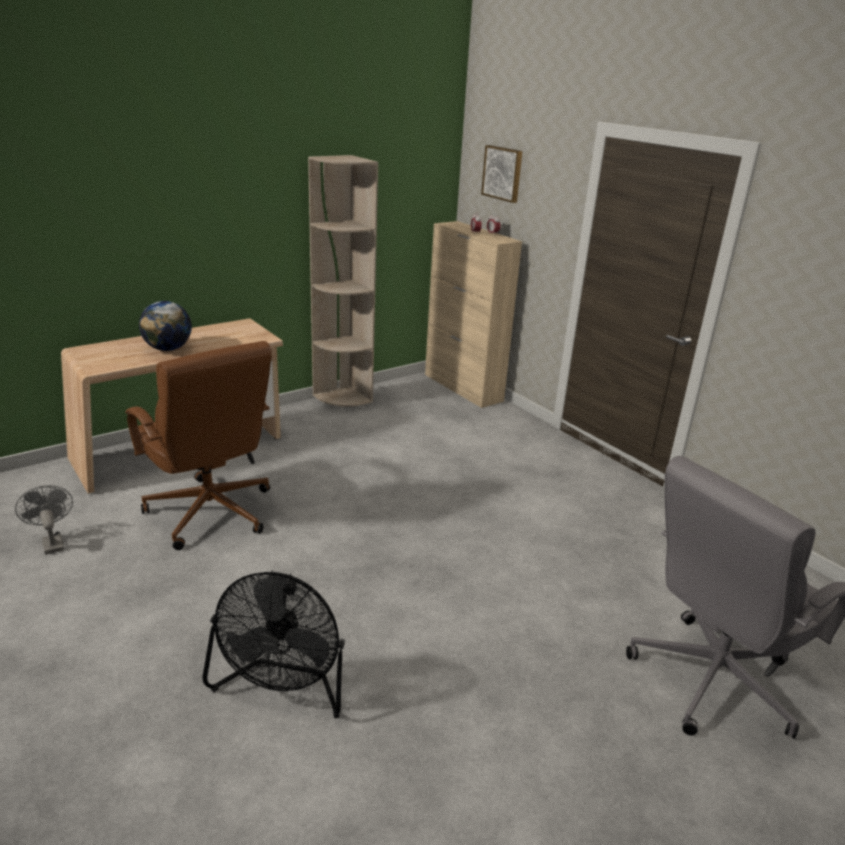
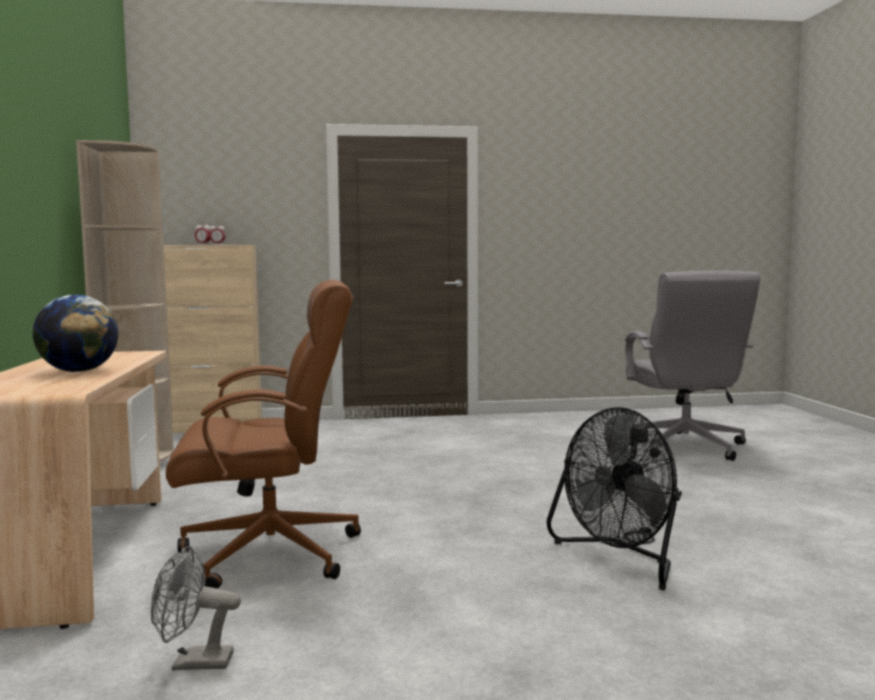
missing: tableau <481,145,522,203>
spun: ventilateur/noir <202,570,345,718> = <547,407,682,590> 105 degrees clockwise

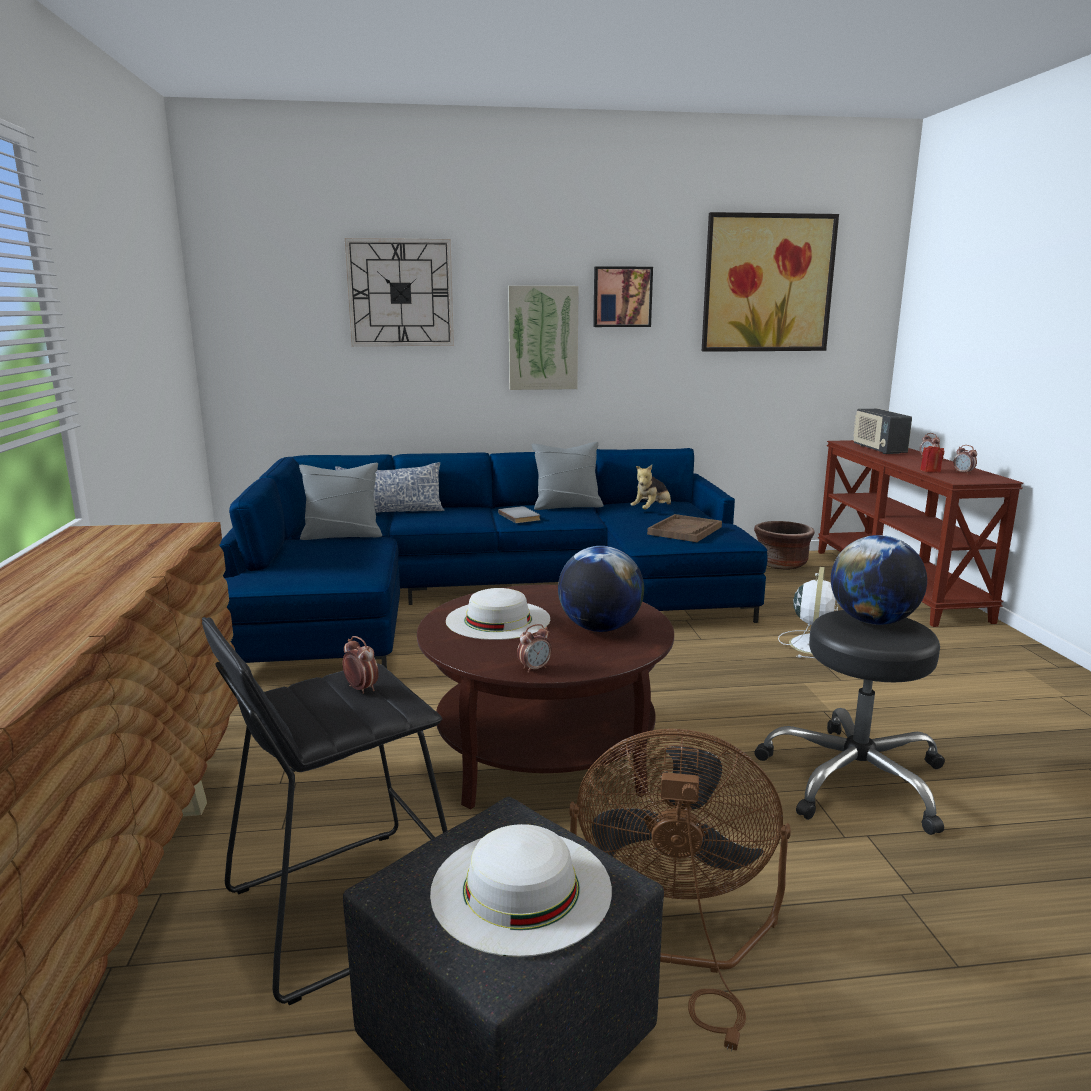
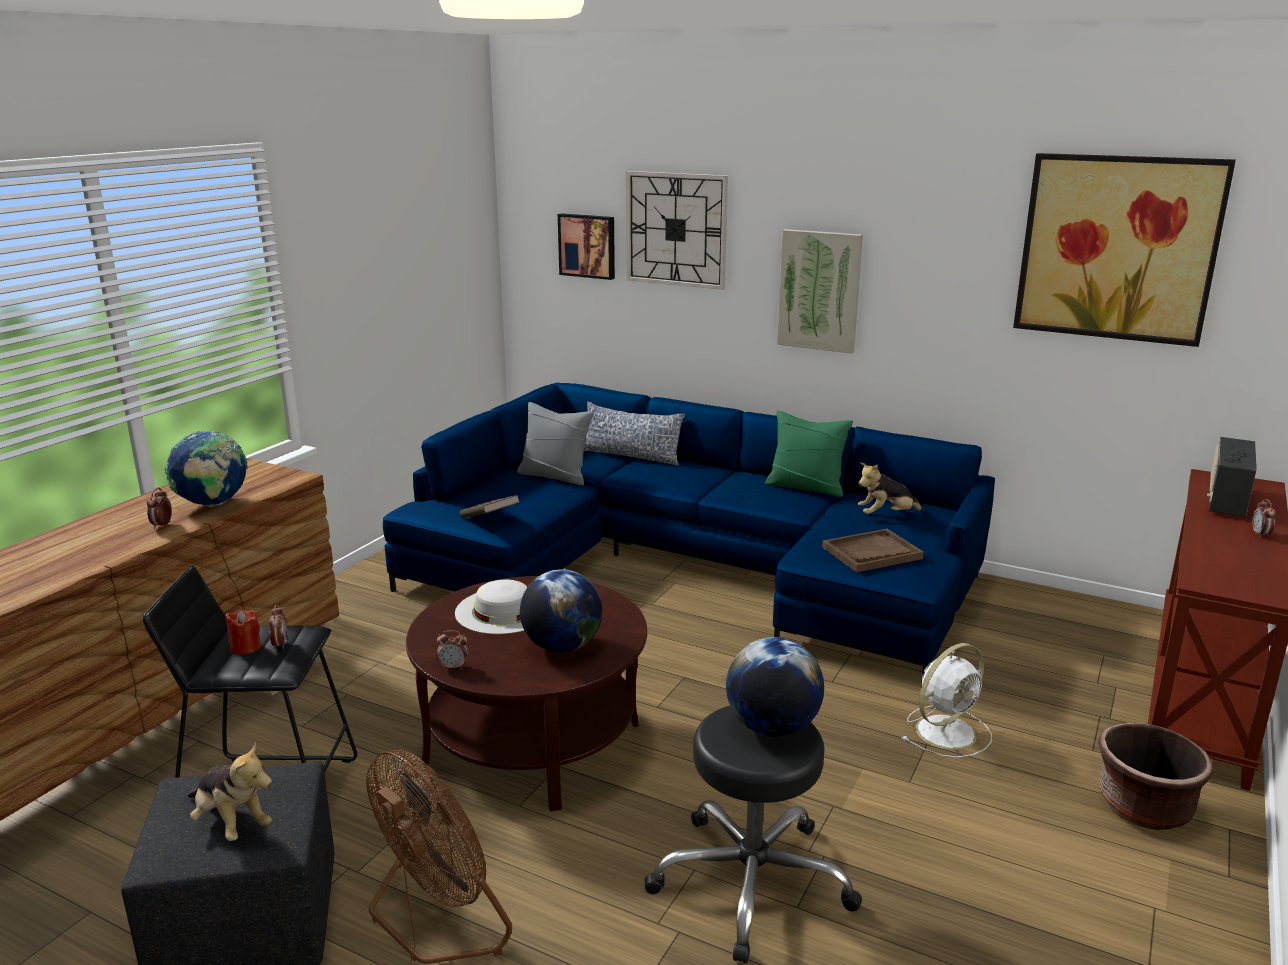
missing: livre/gris <498,506,540,523>
appeared: globe <165,431,248,507>; livre/marron <460,495,520,518>
relocated: tableau <593,266,653,327> to <558,213,615,280>; bougie/rouge <920,443,945,473> to <226,610,261,655>; réveil <954,445,977,474> to <147,487,172,529>; cache-pot/marron <754,521,815,569> to <1098,723,1213,830>
exchanged: chapeau/blanc <430,824,612,957> to peluche <187,741,272,841>
colour: coussin/gris <532,442,604,510> to coussin/vert <765,411,853,497>

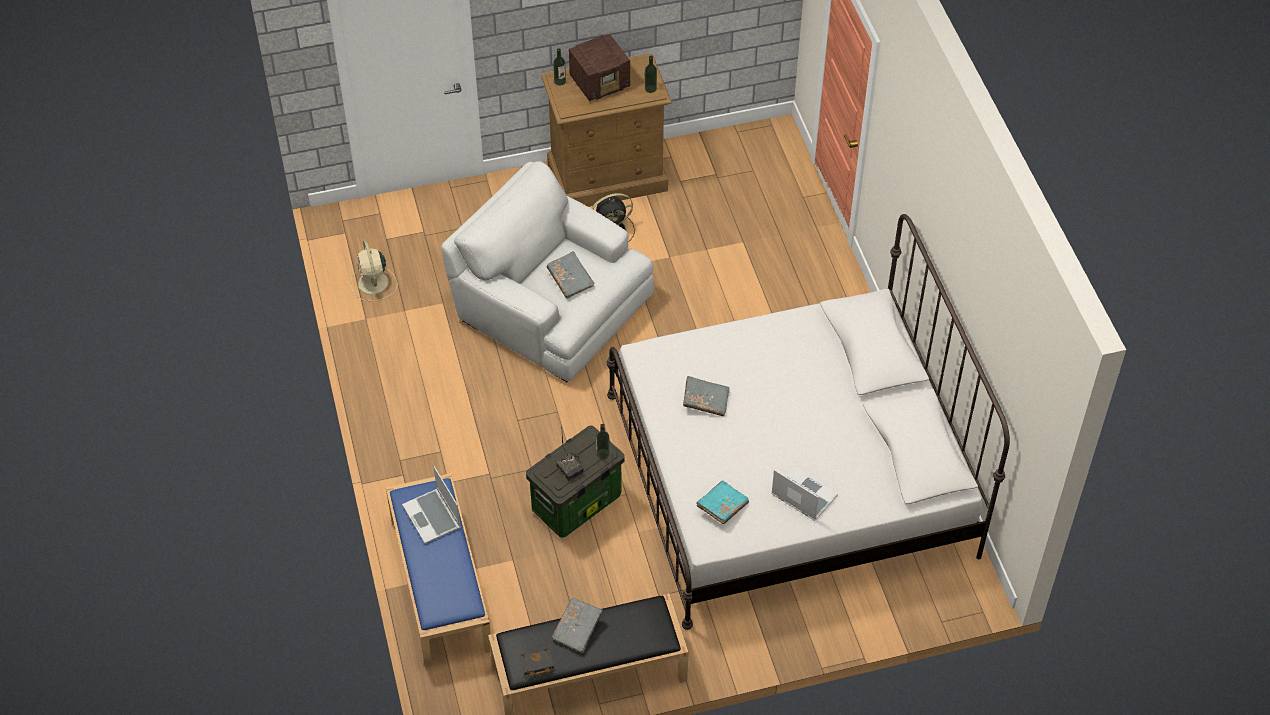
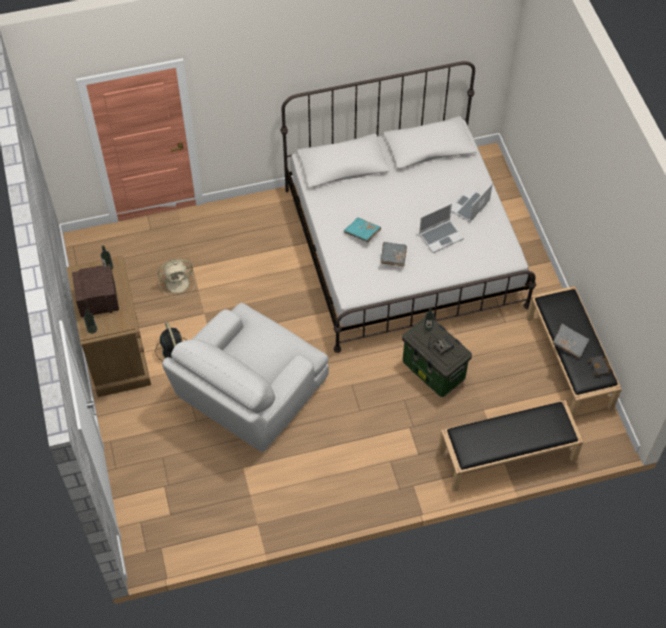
missing: livre/gris <547,251,595,298>
relocated: ventilateur/beige <351,240,398,301> to <158,259,195,297>; ordinateur portable <402,467,461,544> to <419,203,464,253>; livre/turquoise <697,481,749,524> to <344,218,381,242>
colour: banc/bleu <386,473,491,667> to banc/noir <438,400,583,492>
spun: radio <569,34,630,101> = <72,266,119,317> 75 degrees counterclockwise

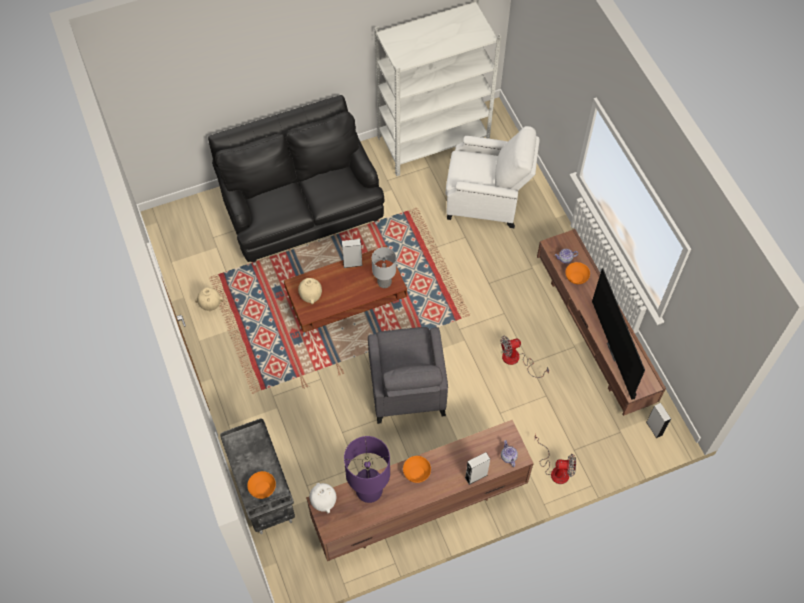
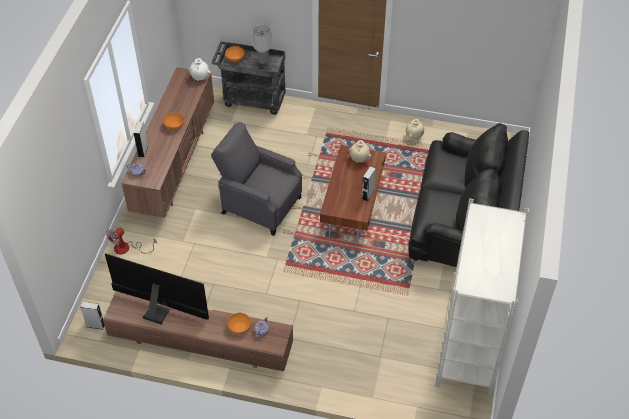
missing: fauteuil/blanc <445,126,540,228>; ventilateur <501,336,549,378>; lampe de table/violet <344,436,390,503>
relocated: lampe de table/gris <372,247,396,288> to <252,25,272,64>

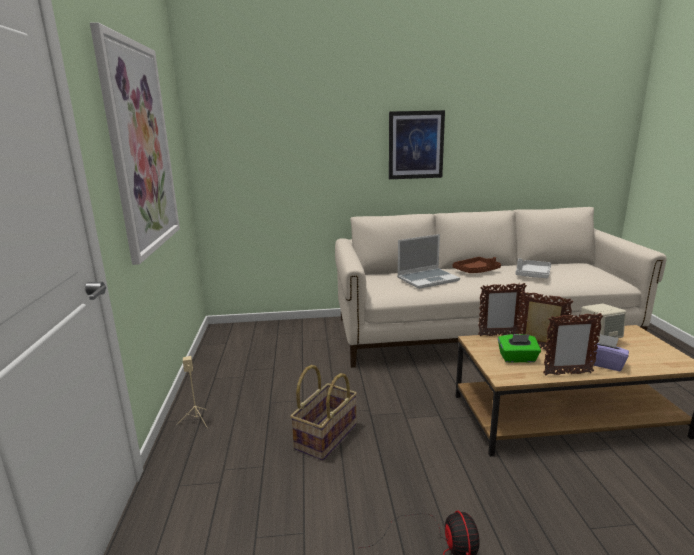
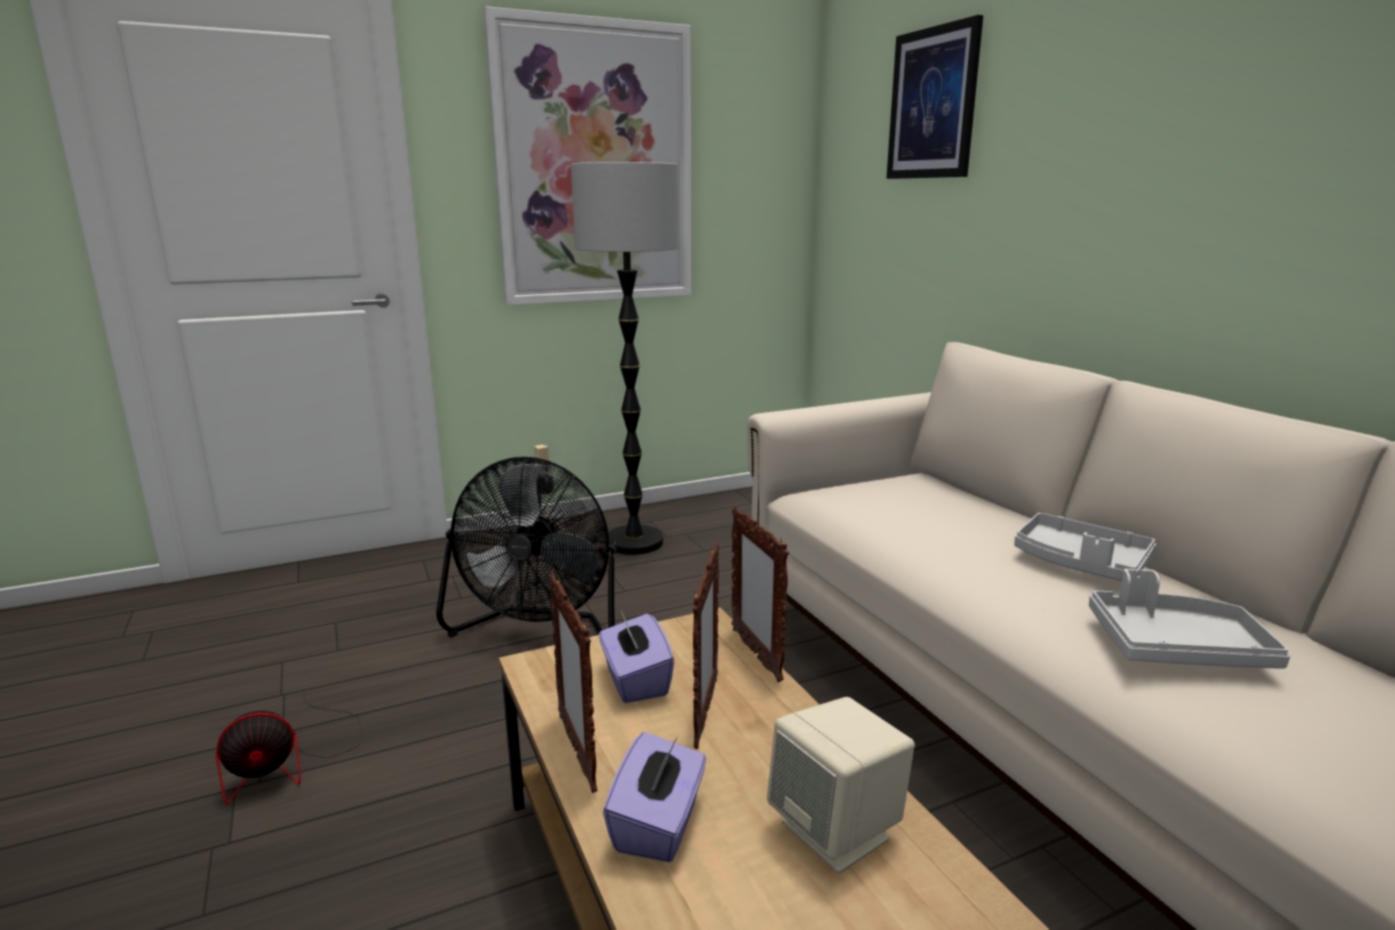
missing: ordinateur portable <397,234,460,289>
appeared: lampadaire <571,162,678,555>
relocated: tableau <389,110,445,179> to <886,15,983,179>
exchanged: panier <290,365,357,461> to ventilateur/noir <436,457,617,638>
colour: plateau/marron <453,257,501,273> to plateau/gris <1014,513,1156,581>; boîte à mouchoirs/vert <498,334,541,363> to boîte à mouchoirs/violet <599,610,674,703>

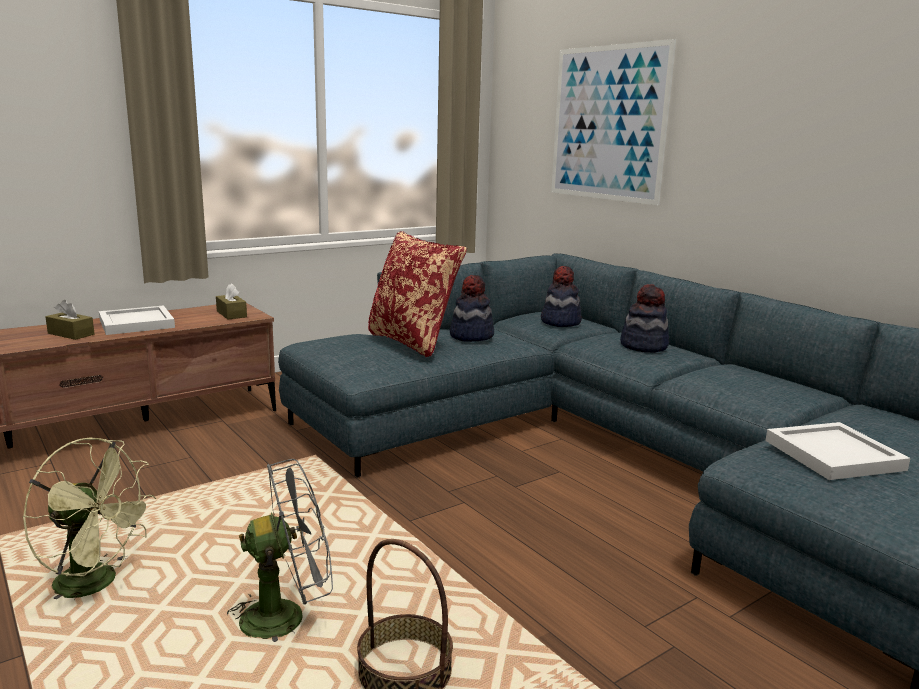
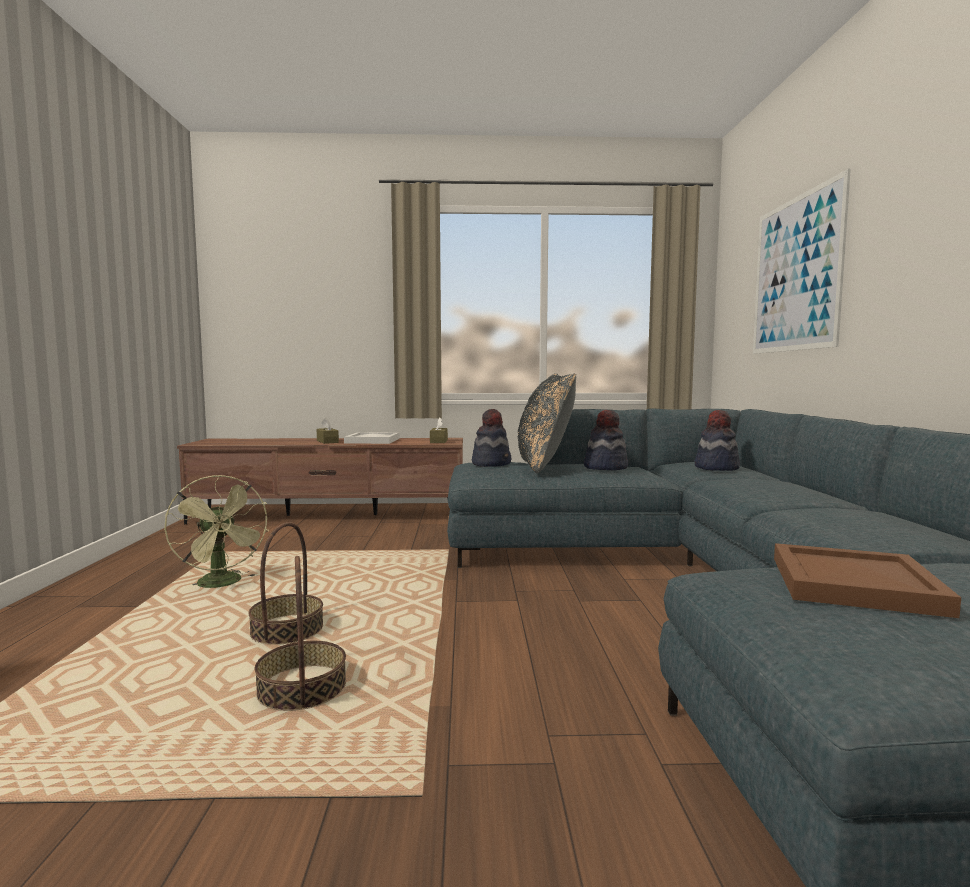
relocated: chapeau <620,284,669,353> to <472,409,511,467>
exchanged: ventilateur/gris <227,459,333,642> to panier <248,522,323,645>
colour: coussin/rouge <368,231,467,358> to coussin/gris <518,373,576,474>; plateau/blanc <765,422,911,480> to plateau/marron <774,543,961,618>

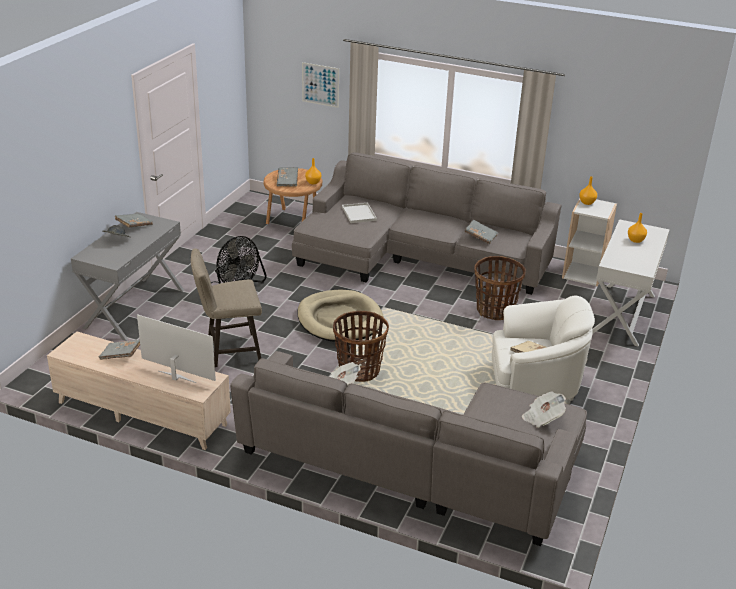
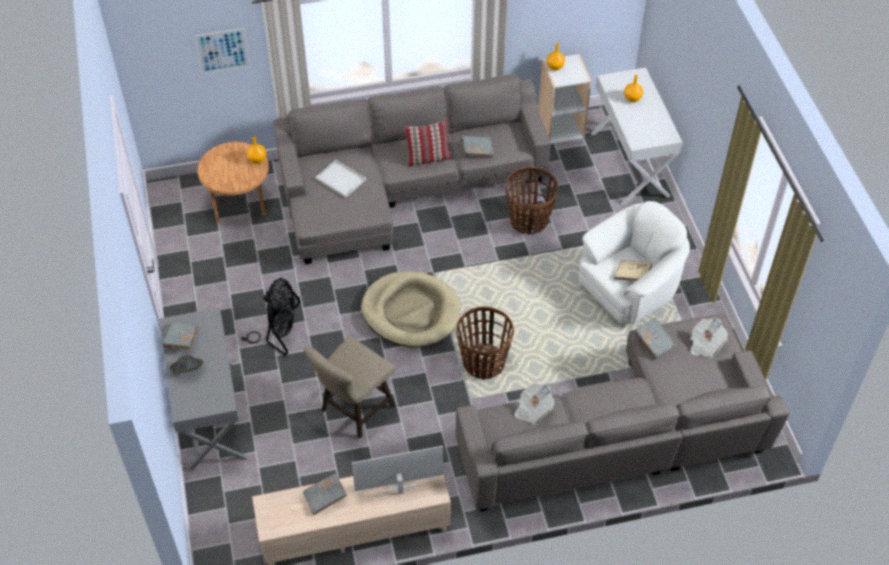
appeared: coussin <404,120,452,167>
relocated: livre/gris <276,167,298,187> to <635,318,677,359>

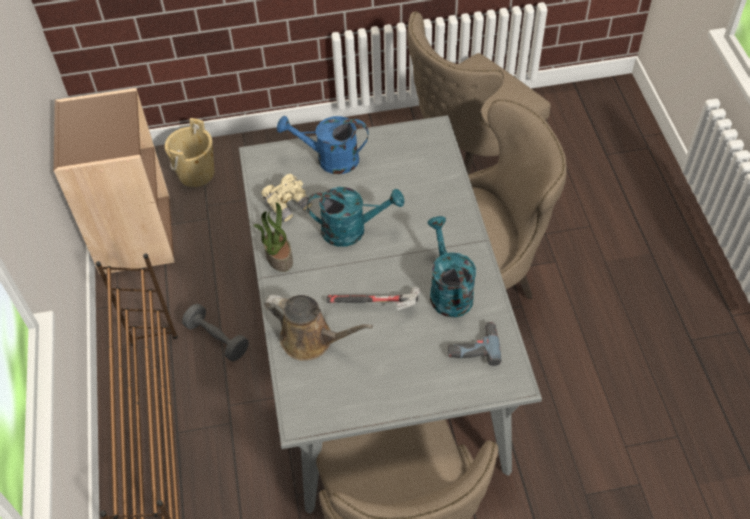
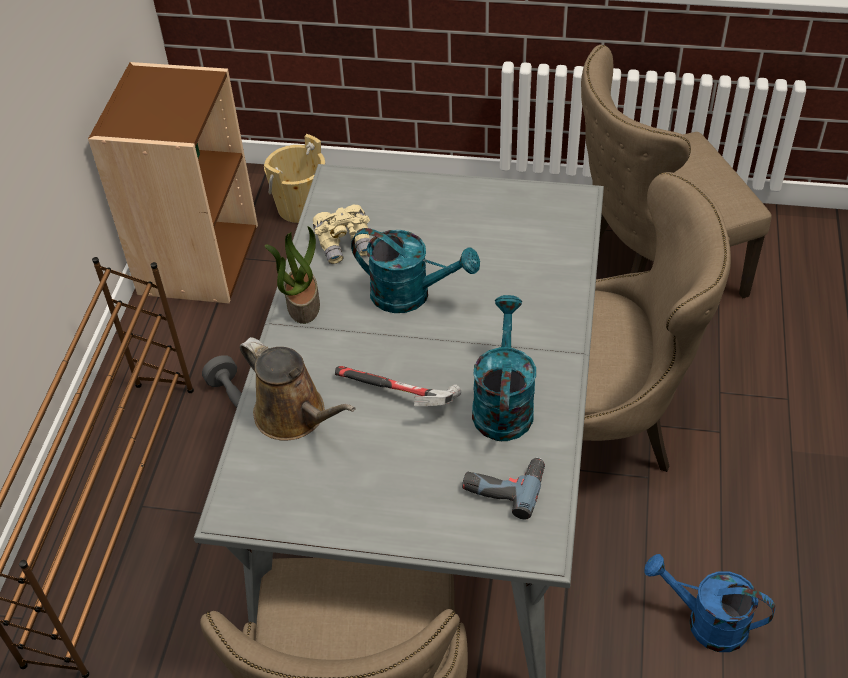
relocated: arrosoir/bleu <277,116,369,174> to <644,554,775,652>

